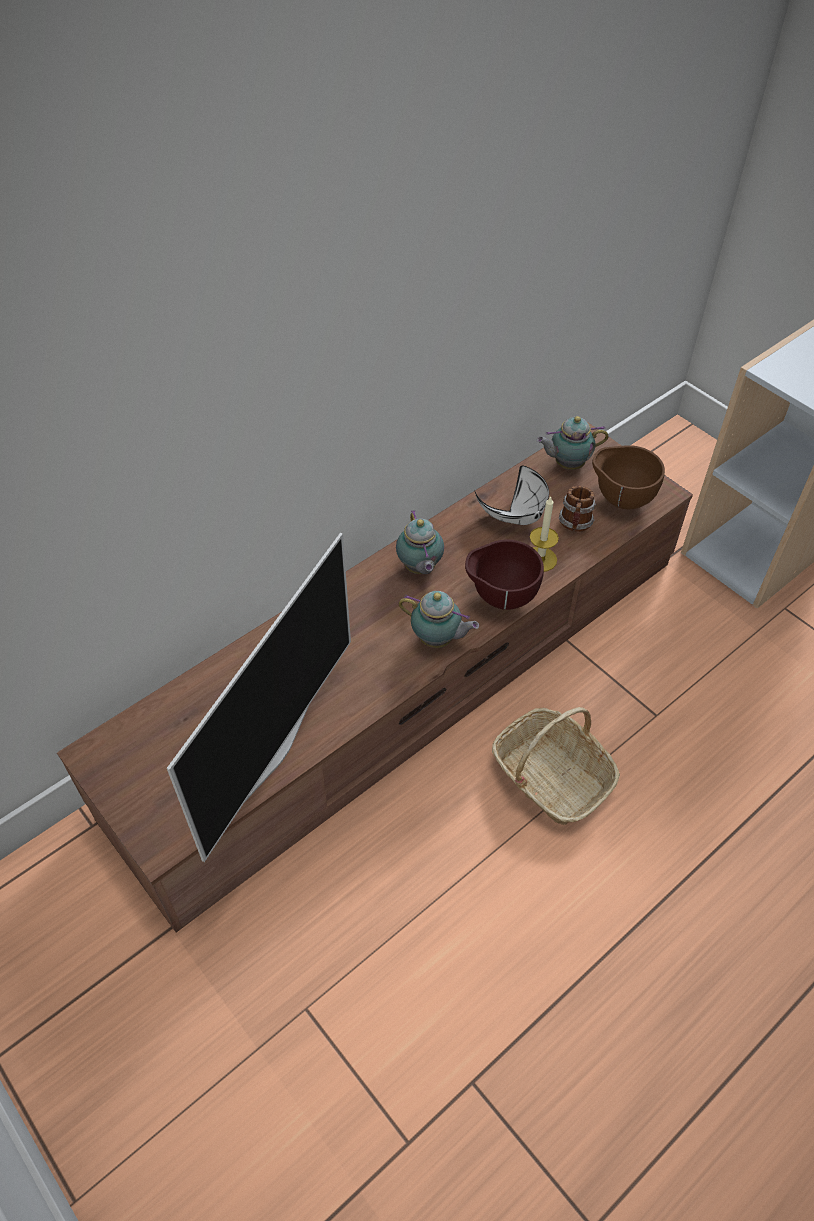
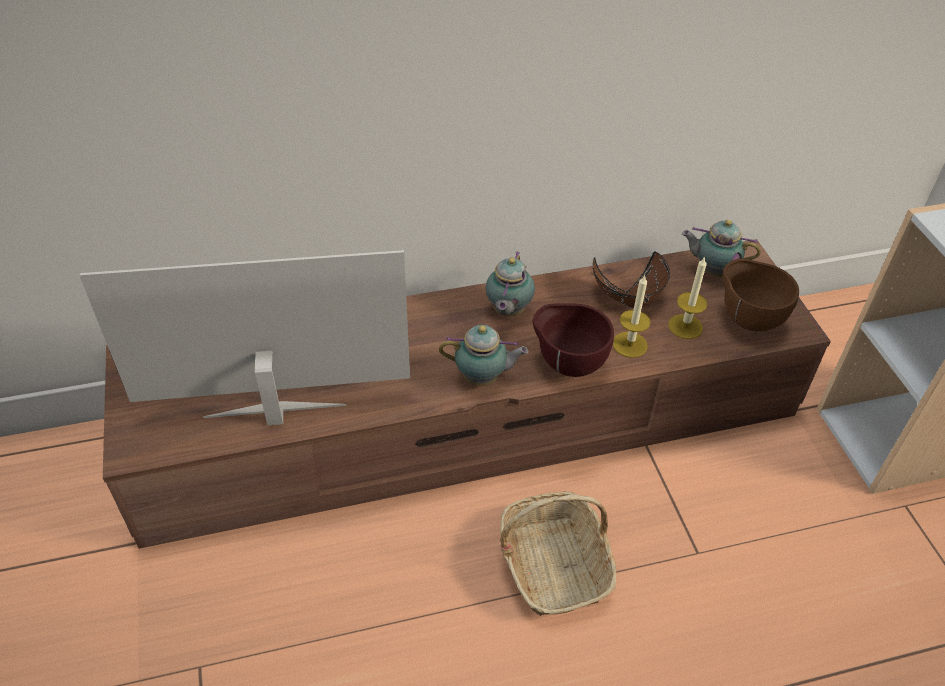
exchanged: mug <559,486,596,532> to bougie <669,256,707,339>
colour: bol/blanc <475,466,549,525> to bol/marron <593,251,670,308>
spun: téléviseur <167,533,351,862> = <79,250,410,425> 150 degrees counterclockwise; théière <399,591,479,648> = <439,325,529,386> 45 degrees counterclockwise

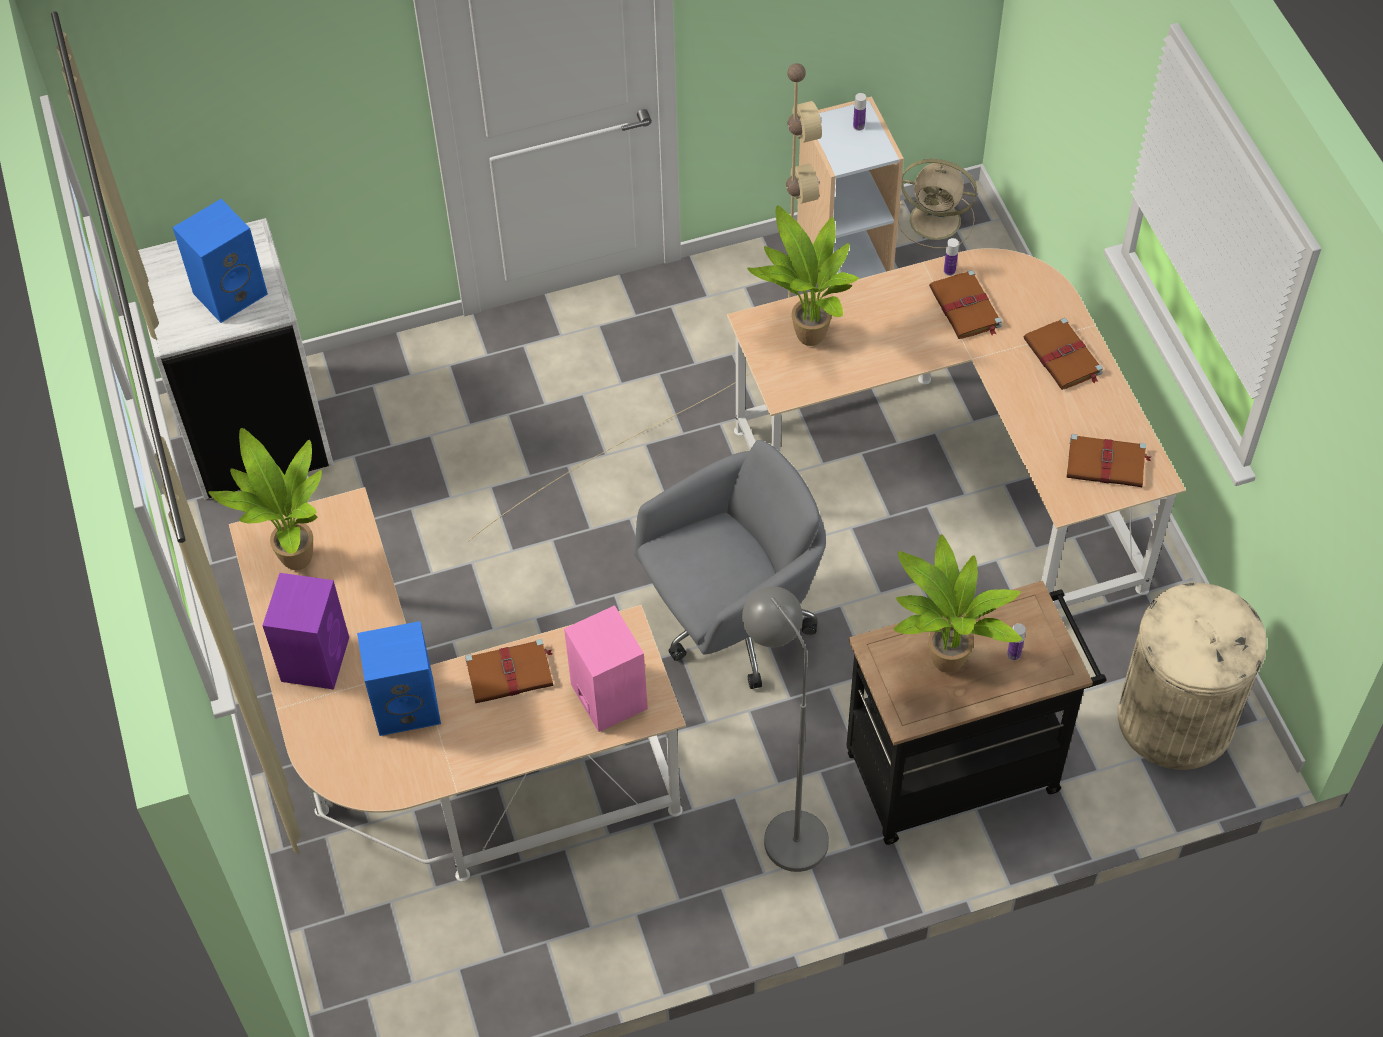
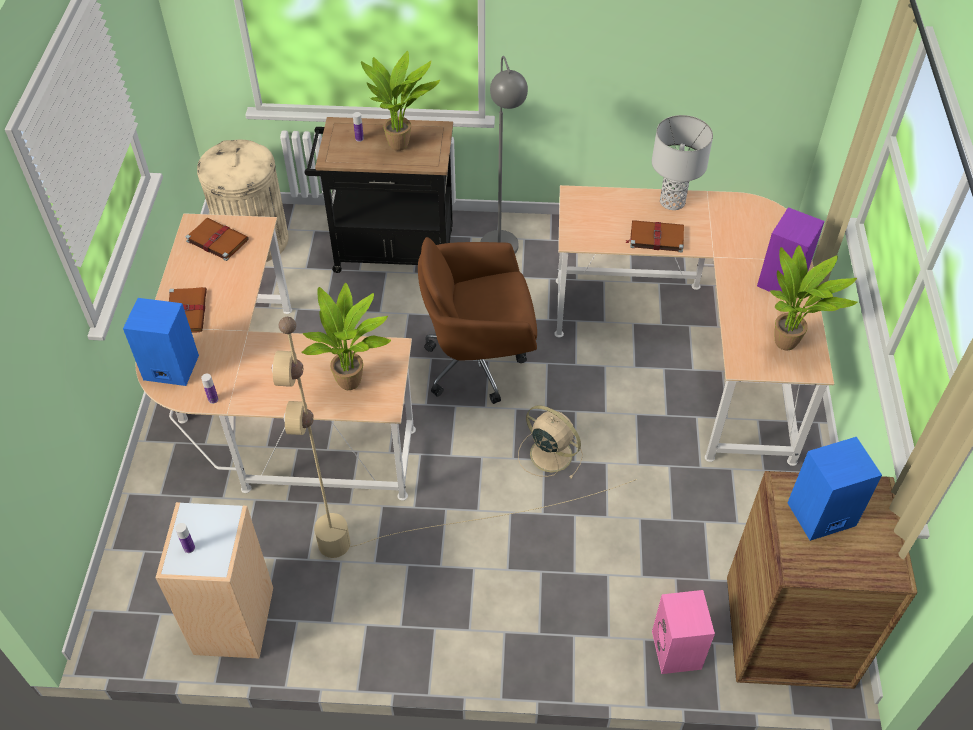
missing: livre/marron <929,270,1002,339>
appeared: lampe de table/blanc <652,115,713,210>
relocated: ventilateur/beige <898,159,977,248> to <518,405,583,479>; enceinte/rose <564,605,648,732> to <652,590,715,674>; enceinte/bleu <357,621,441,736> to <123,298,199,386>
colour: meuble de rangement/blanc <138,218,334,500> to meuble de rangement/marron <727,471,918,689>; chaise de bureau/gris <634,440,826,689> to chaise de bureau/marron <418,237,537,404>

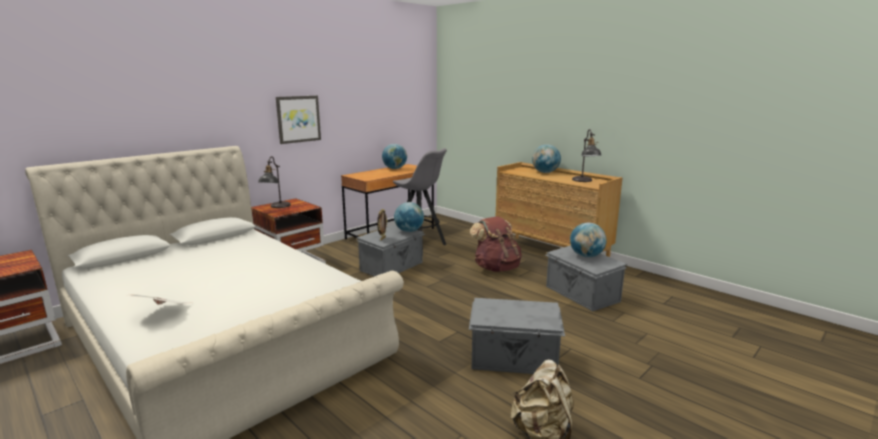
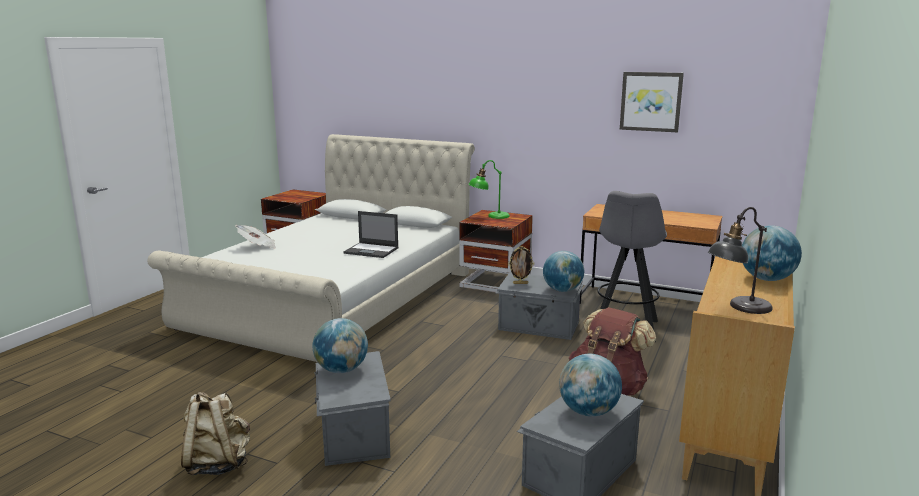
appeared: ordinateur portable <343,211,399,258>
relocated: tableau <276,96,321,144> to <620,72,684,132>; globe <382,144,407,169> to <312,318,368,373>
colour: lampe de table/gris <258,156,291,208> to lampe de table/vert <469,160,510,219>

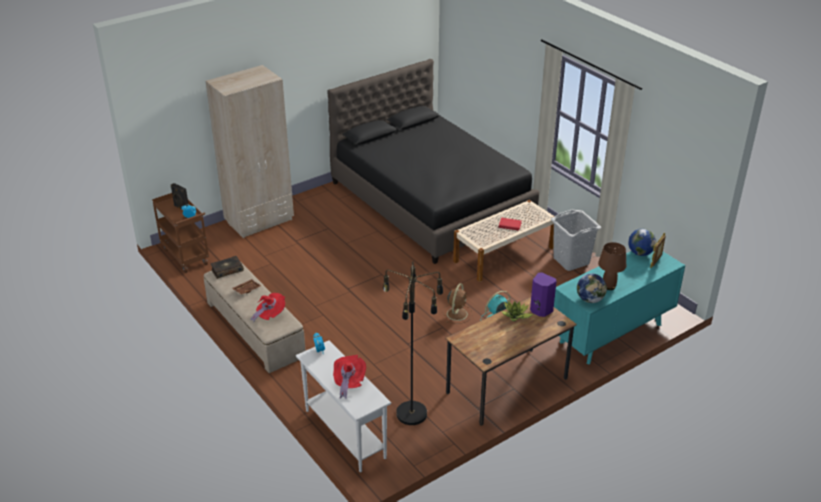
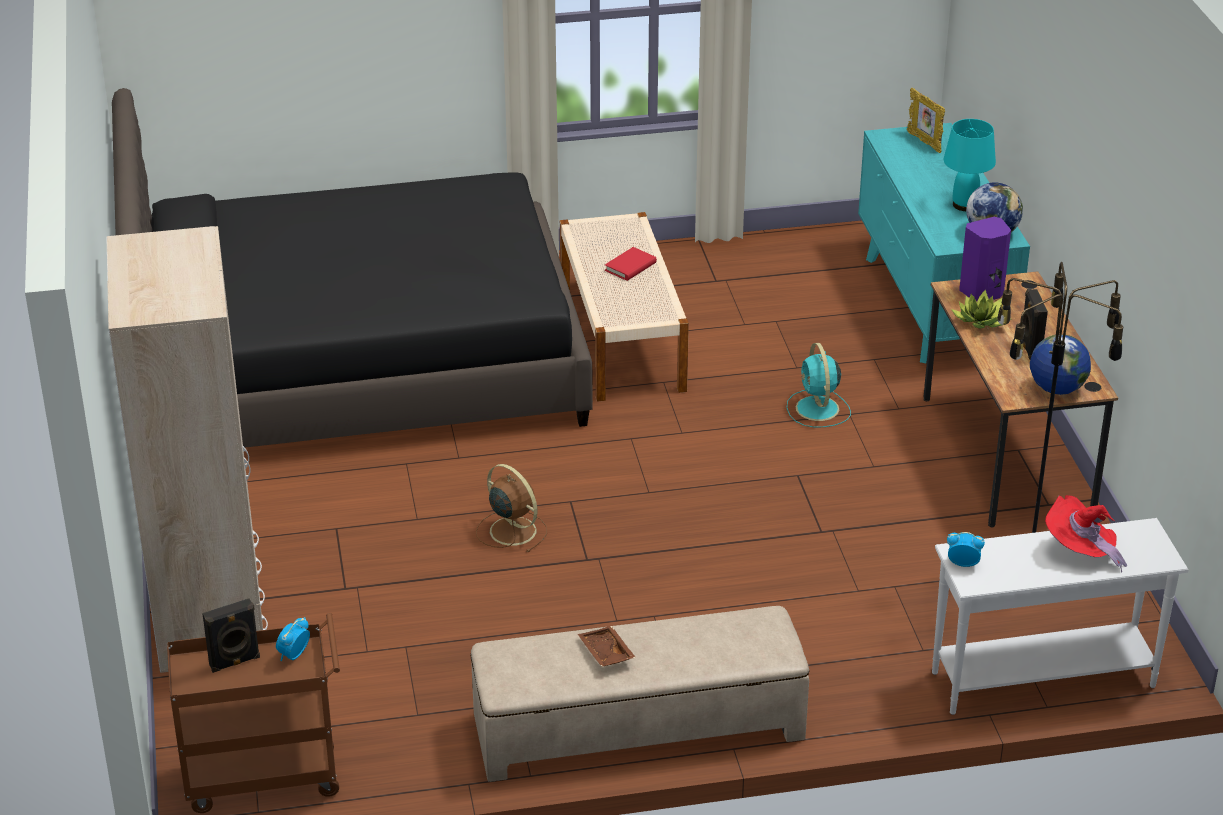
missing: panier à linge/gris <551,210,601,271>; livre <211,256,244,279>; chapeau/rouge <251,293,285,323>
appeared: enceinte/noir <1023,289,1048,360>
relocated: globe <629,229,657,256> to <1030,334,1091,395>; ventilateur/marron <443,283,472,324> to <476,464,547,552>
colour: lampe de table/marron <598,242,626,290> to lampe de table/turquoise <944,119,996,211>

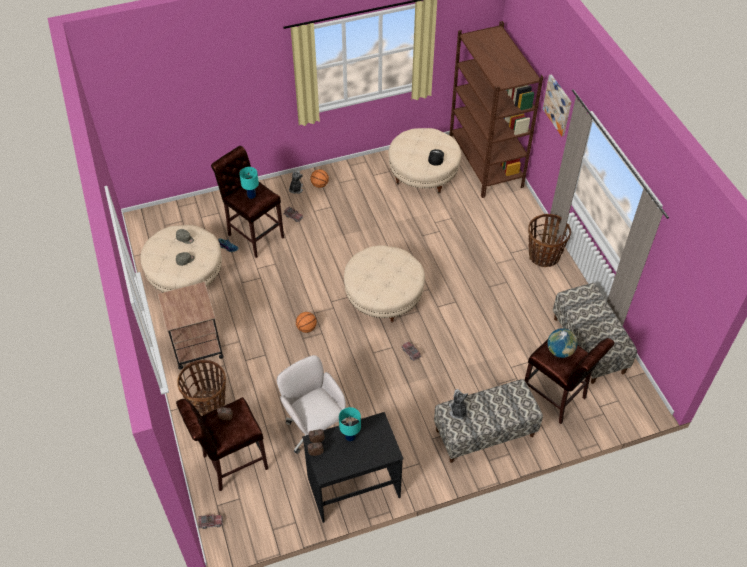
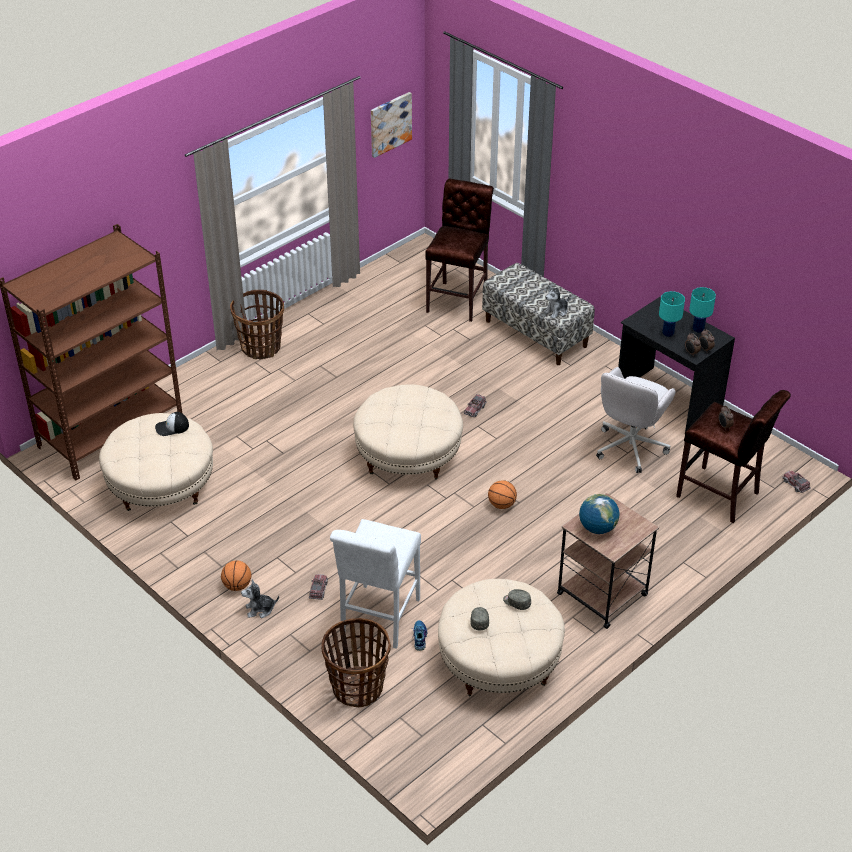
missing: banc <553,283,637,384>
relocated: tableau <543,74,571,136> to <371,92,412,158>; lampe de table/turquoise <239,167,259,199> to <689,287,716,333>; globe <547,328,578,358> to <579,494,619,534>; panier <177,360,226,416> to <321,618,391,707>
colour: tabouret/marron <211,146,284,258> to tabouret/blanc <330,519,421,649>

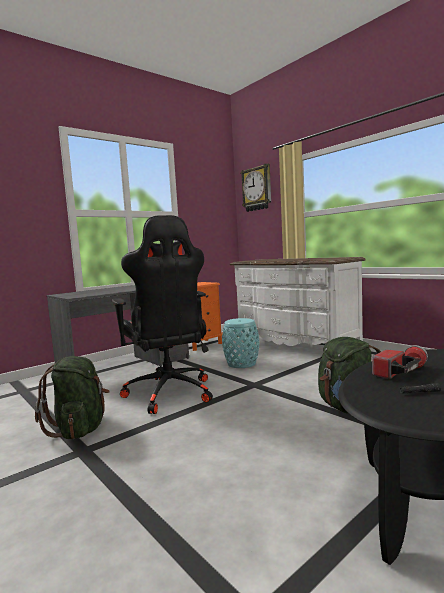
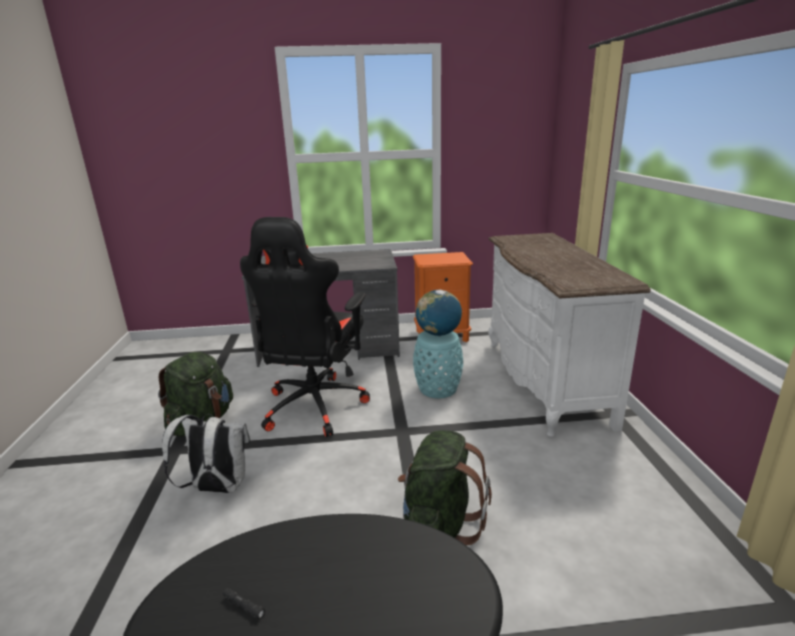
missing: horloge murale <240,164,271,212>; lampe de poche <372,345,428,379>
appeared: globe <416,290,462,336>; sac à dos/blanc <162,414,250,493>

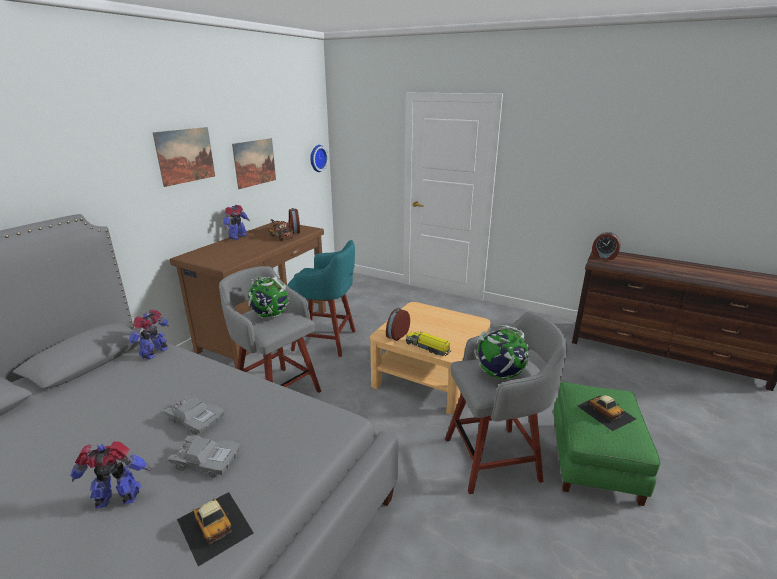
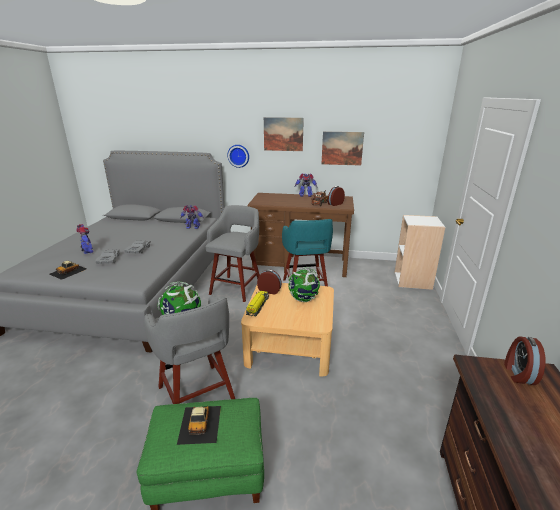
appeared: bibliothèque <395,215,445,290>
relocated: horloge murale <310,145,328,172> to <227,145,249,168>; globe <248,276,289,319> to <288,267,320,302>
spun: petite voiture <577,395,636,431> = <177,406,221,445> 45 degrees counterclockwise

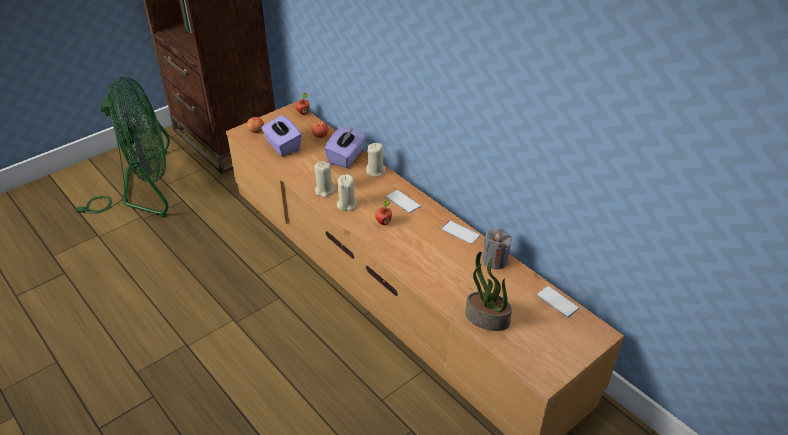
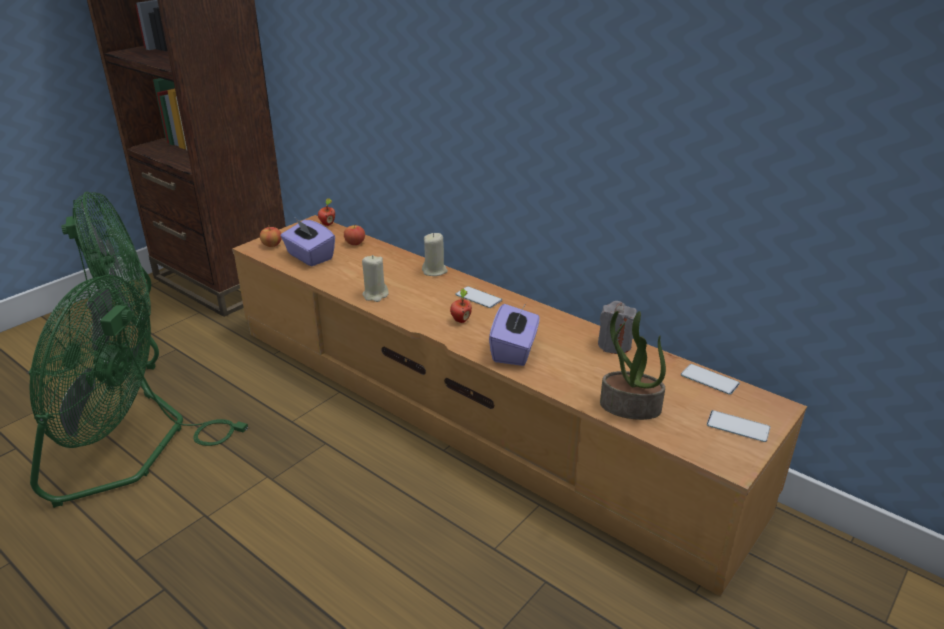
missing: bougie/beige <337,174,357,211>
appeared: ventilateur/vert <30,275,249,508>
relocated: boîte à mouchoirs/violet <324,126,366,168> to <489,303,540,366>; téléphone <441,220,480,244> to <707,410,770,442>

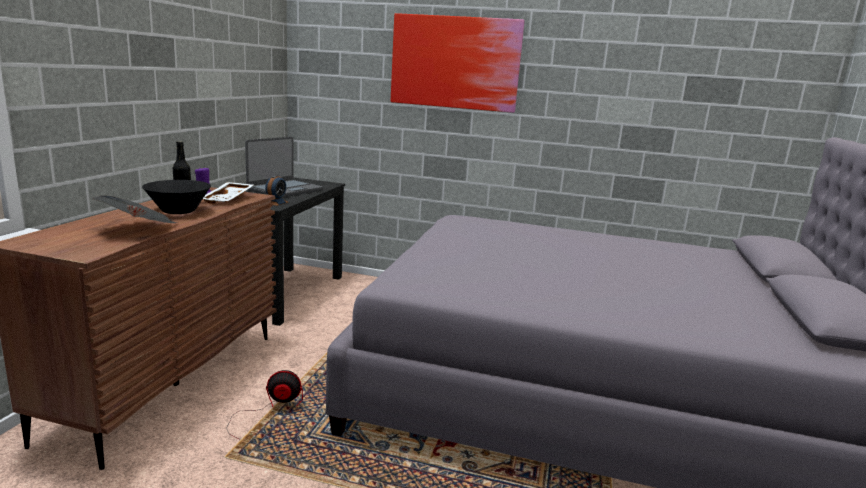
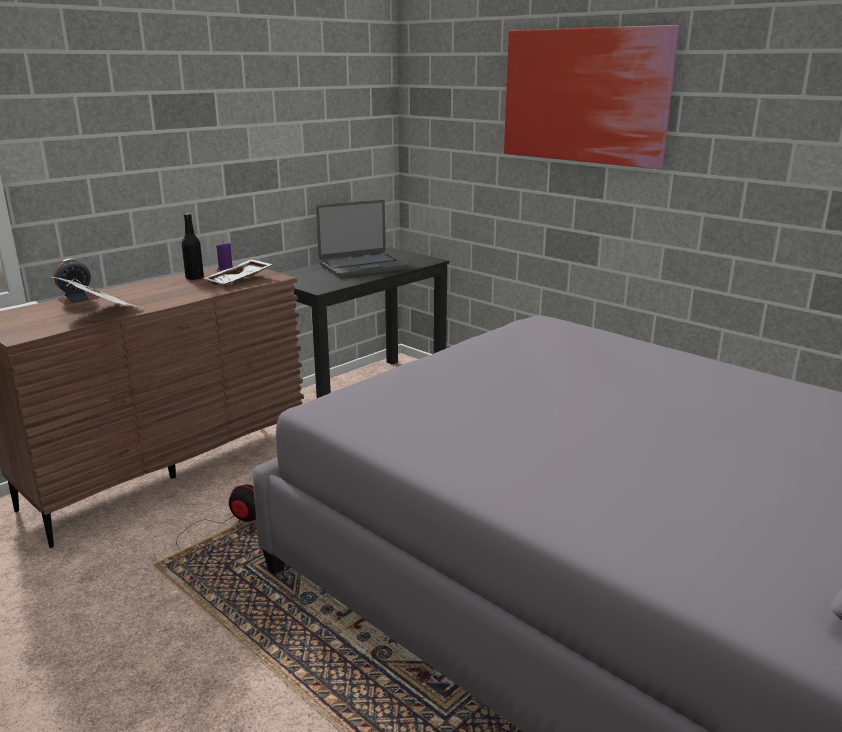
missing: bol/noir <142,180,211,214>
relocated: réveil <265,175,288,206> to <54,258,93,304>

